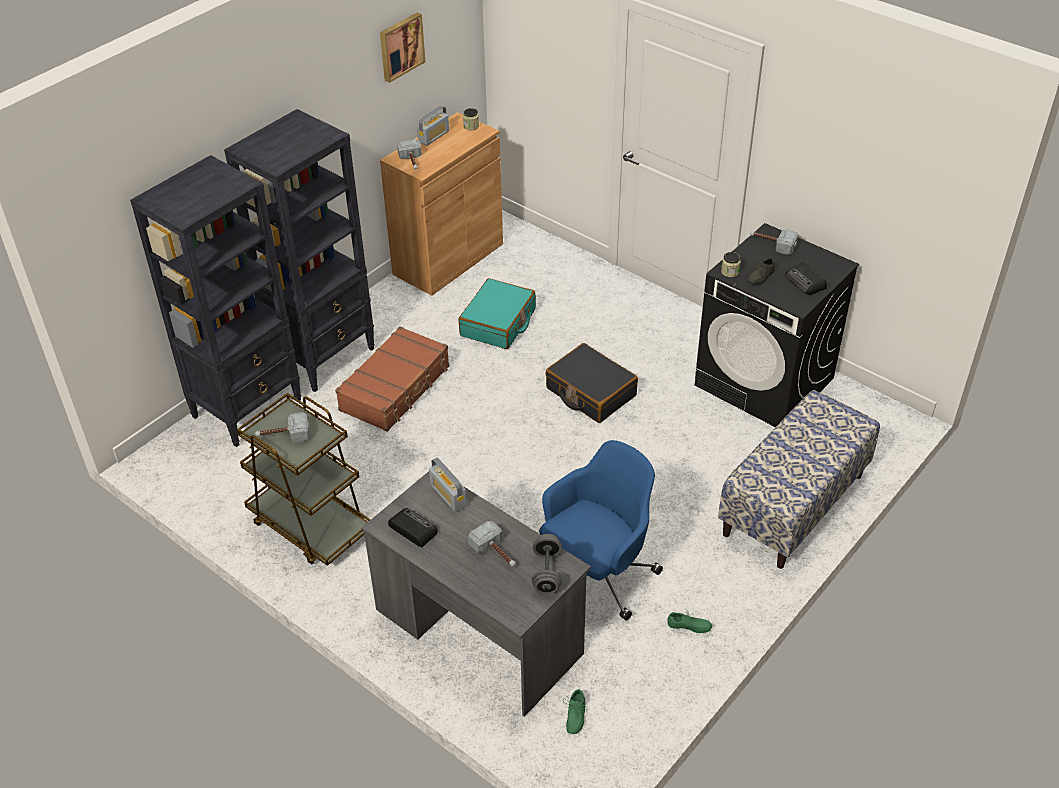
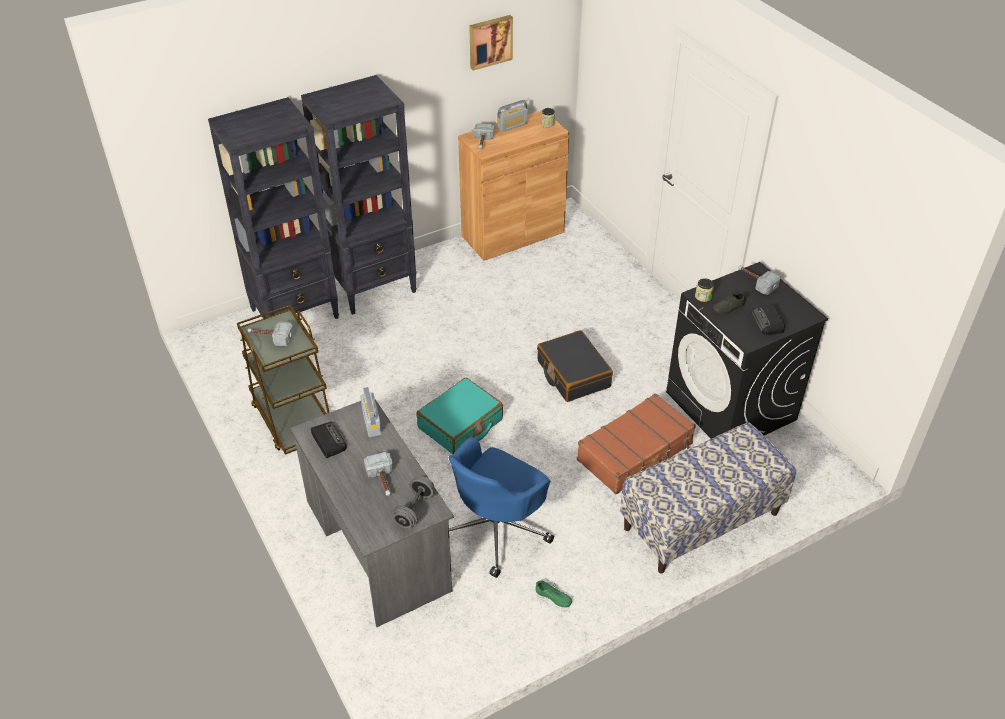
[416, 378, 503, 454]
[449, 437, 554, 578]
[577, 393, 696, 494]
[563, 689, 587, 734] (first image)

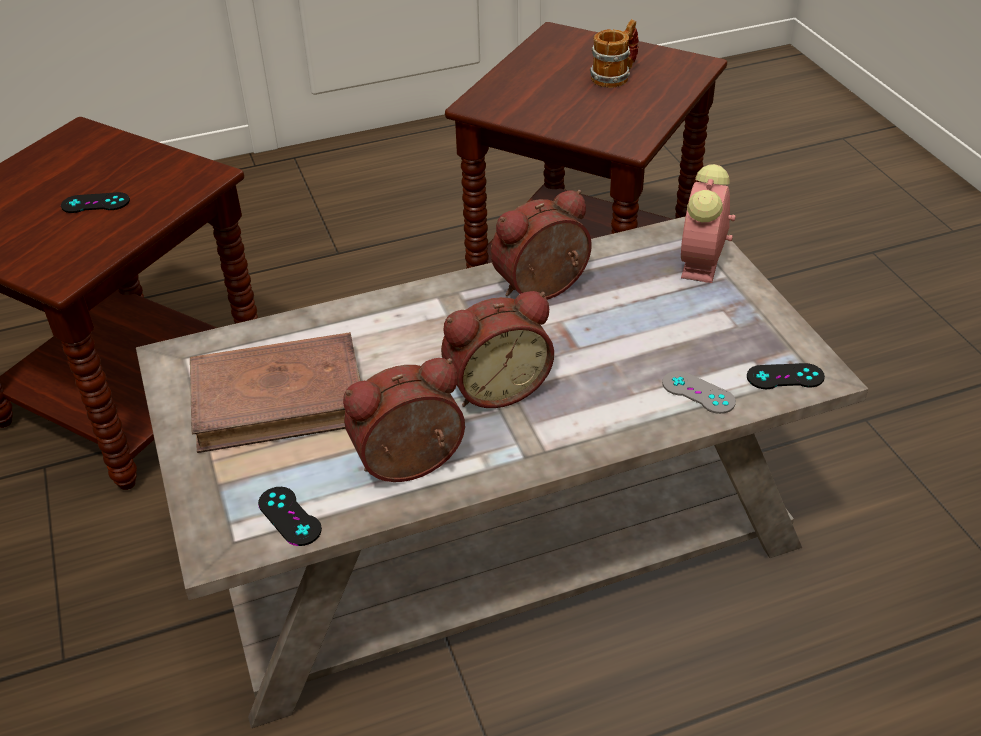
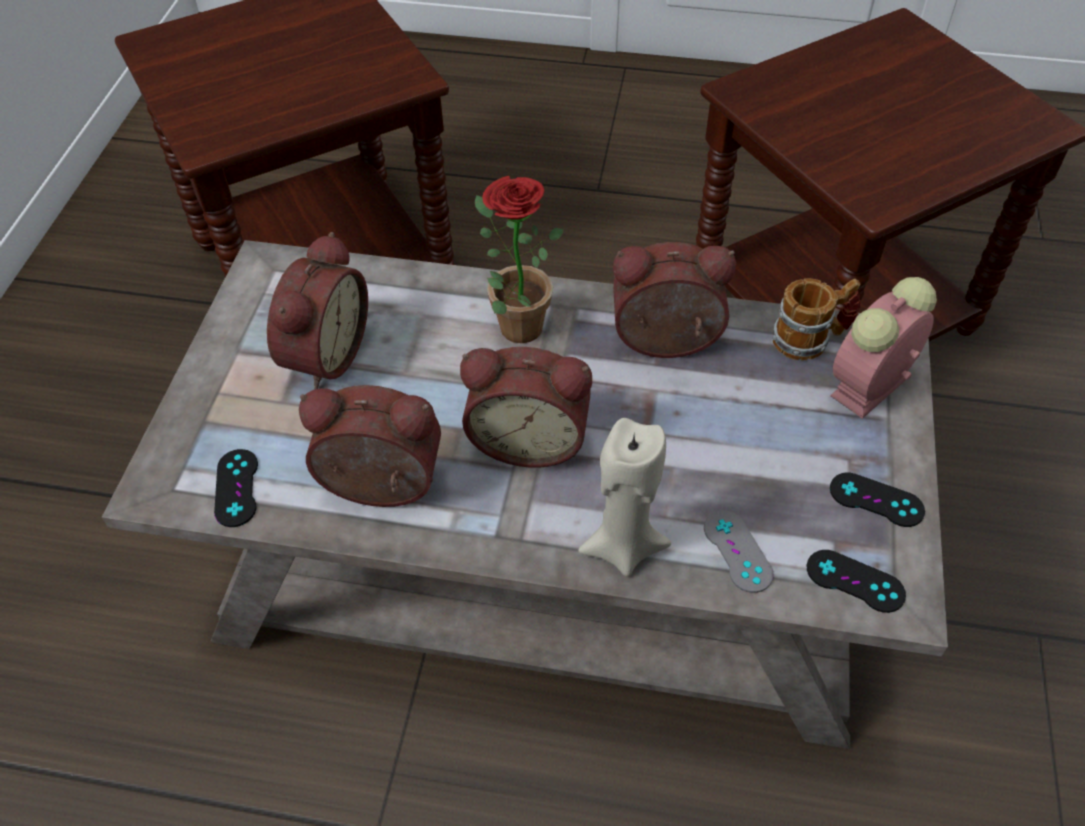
[267, 232, 368, 390]
[475, 176, 564, 343]
[578, 418, 671, 577]
[773, 278, 860, 361]
[830, 473, 925, 527]

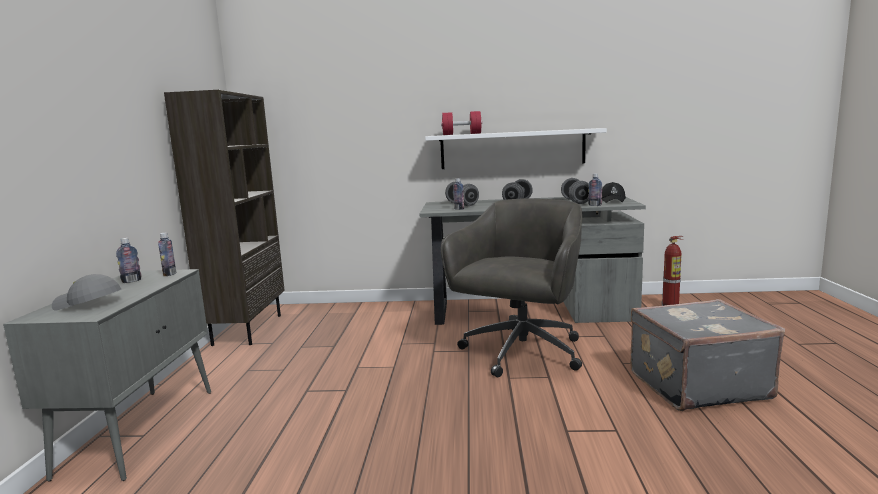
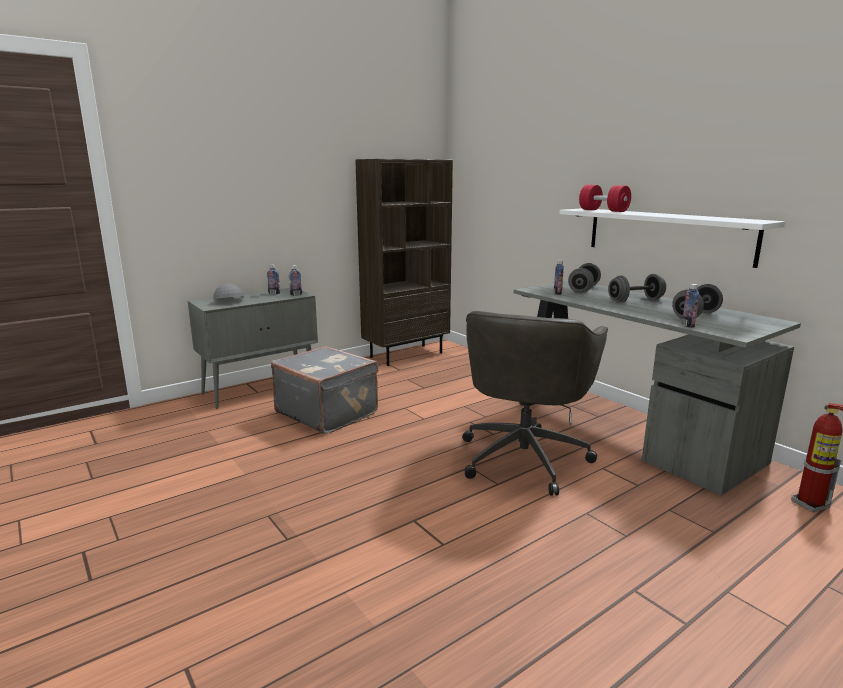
[271, 346, 379, 434]
[462, 311, 608, 496]
[602, 182, 626, 203] (first image)

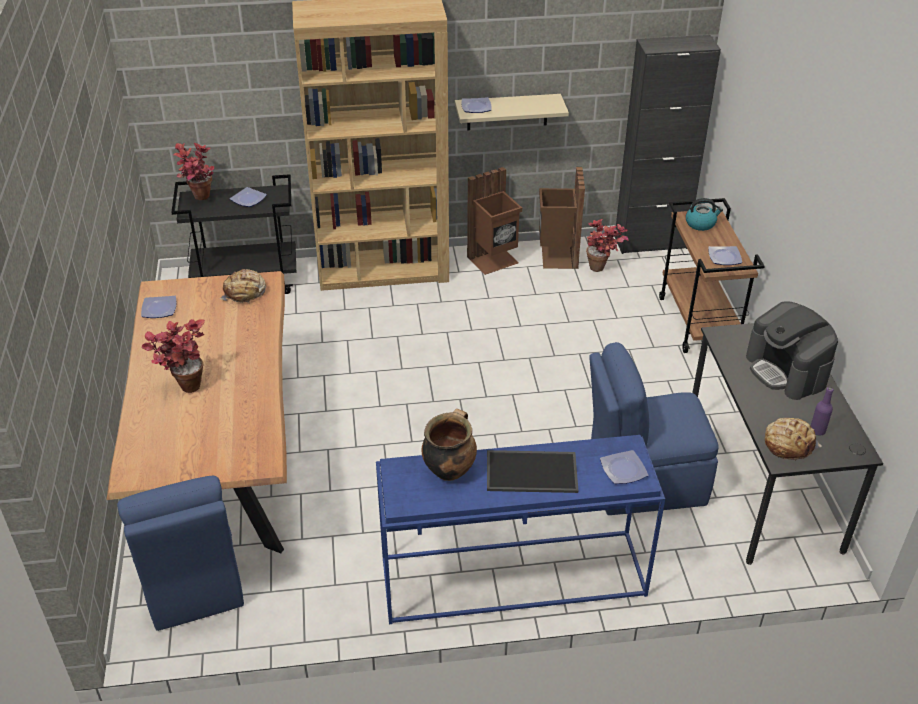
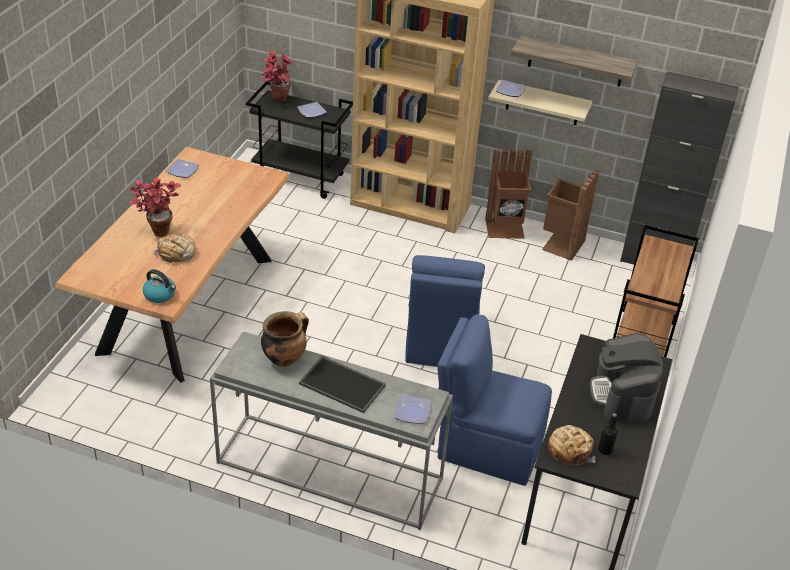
[143, 269, 176, 303]
[152, 233, 195, 264]
[210, 332, 453, 530]
[405, 255, 485, 367]
[511, 36, 638, 87]
[598, 413, 617, 455]
[586, 219, 629, 272] (first image)
[708, 246, 742, 265] (first image)

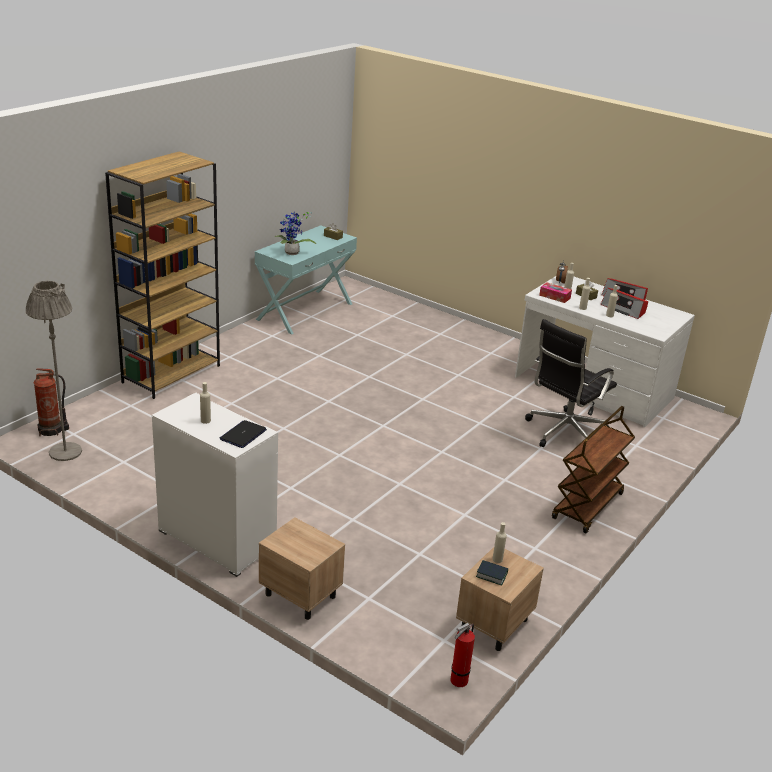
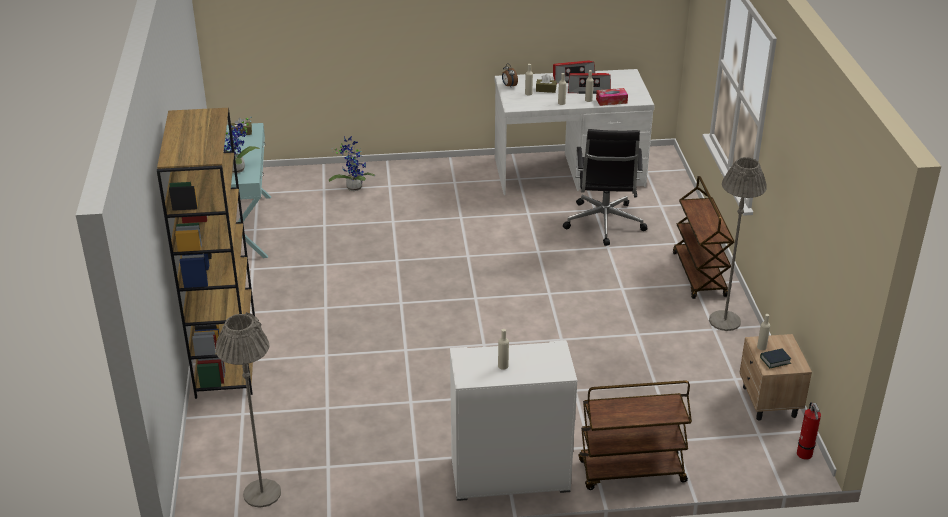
[329, 137, 375, 191]
[578, 380, 692, 490]
[596, 88, 628, 106]
[709, 157, 767, 331]
[33, 368, 69, 436] (first image)
[220, 420, 267, 448] (first image)

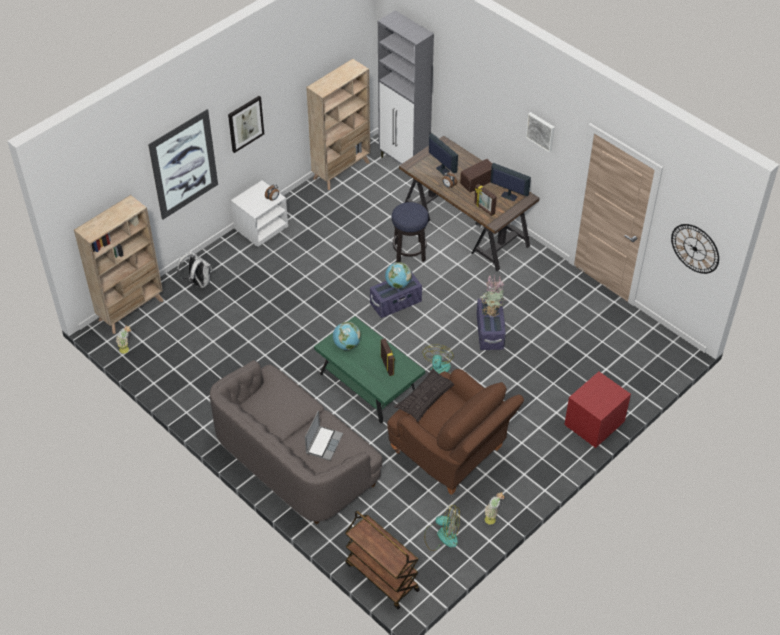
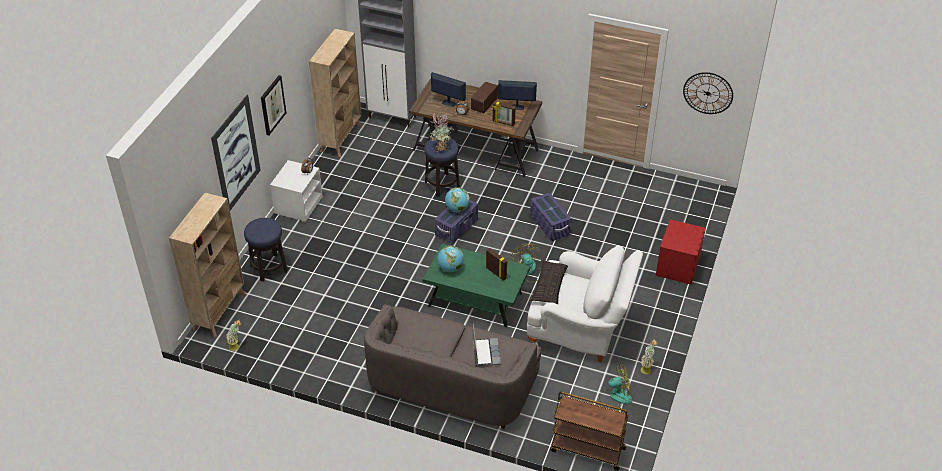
[244, 218, 288, 282]
[429, 112, 451, 151]
[527, 245, 643, 363]
[526, 112, 555, 153] (first image)

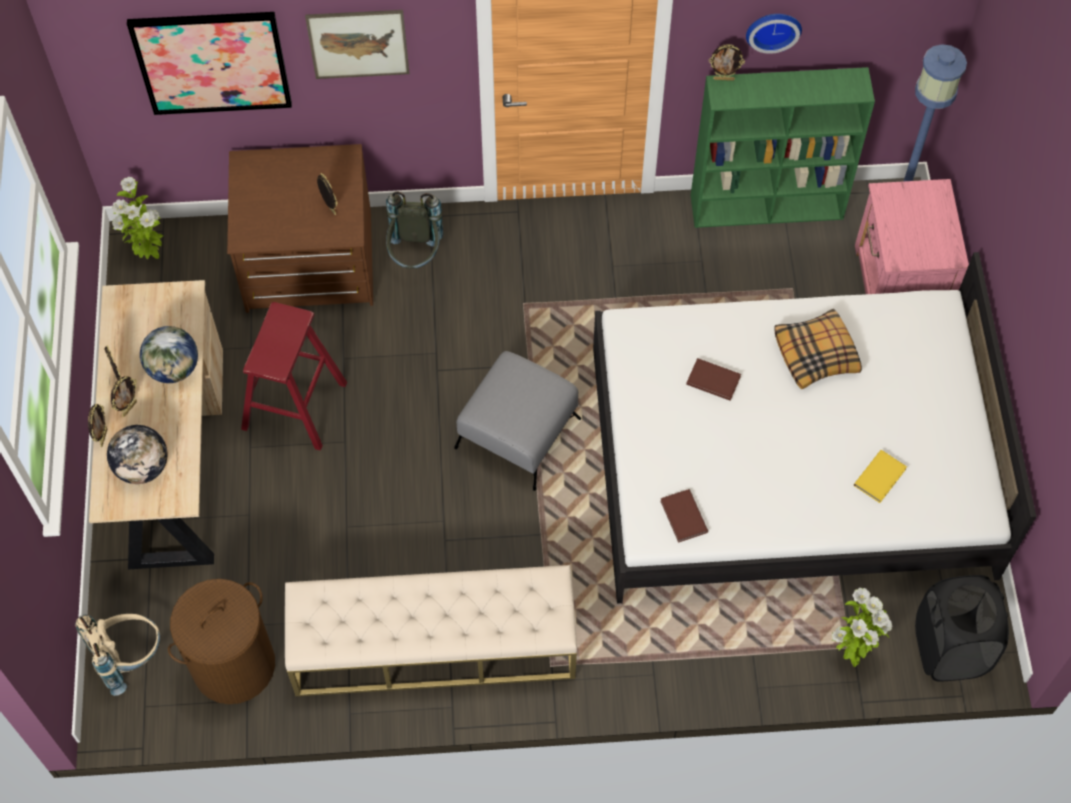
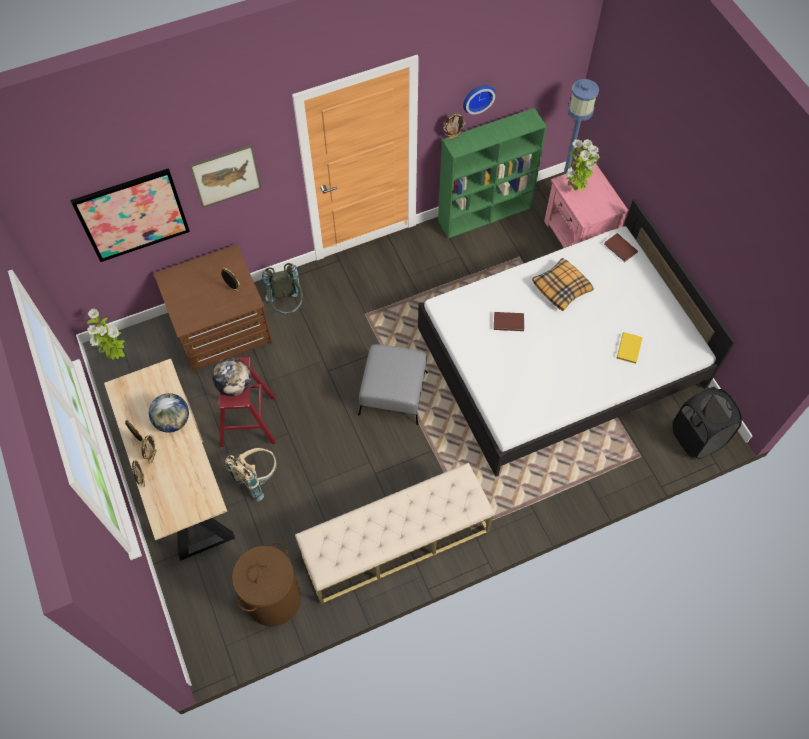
[212, 358, 251, 396]
[225, 448, 277, 501]
[566, 139, 600, 192]
[604, 233, 638, 262]

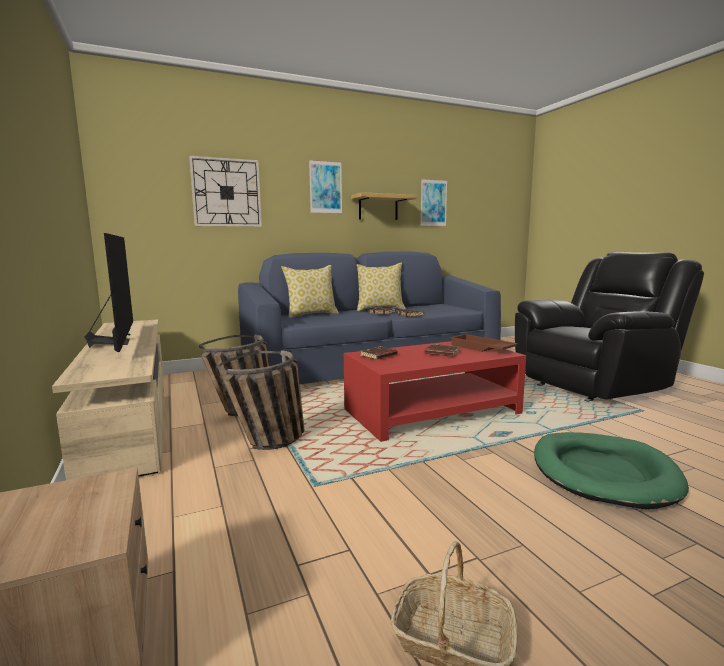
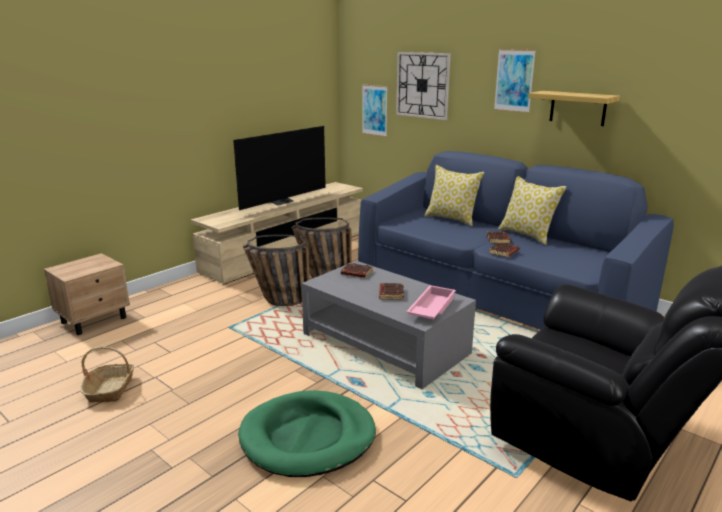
[301, 261, 476, 389]
[362, 85, 388, 137]
[406, 285, 456, 319]

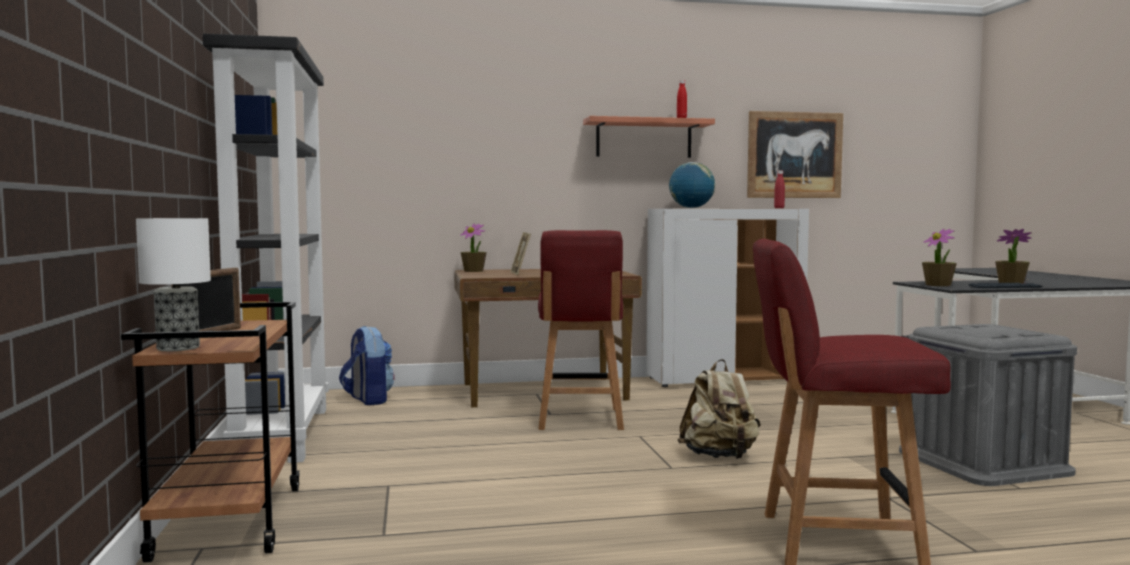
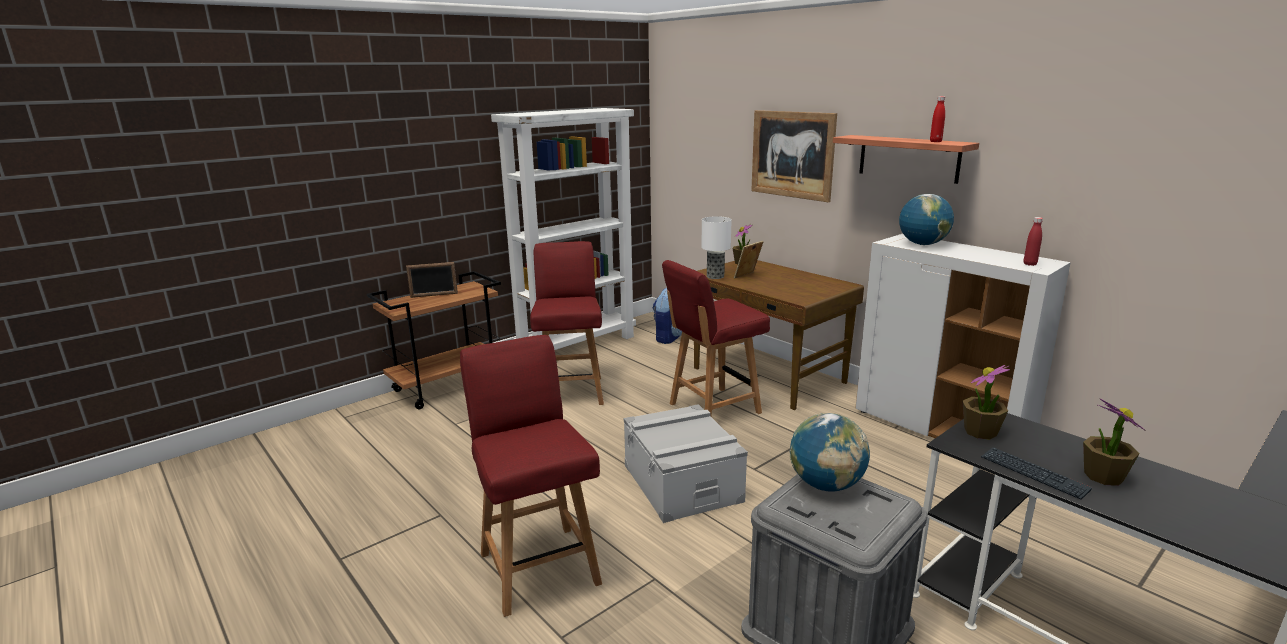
[491, 108, 636, 350]
[530, 241, 604, 405]
[624, 404, 748, 523]
[701, 216, 732, 279]
[751, 110, 837, 202]
[790, 413, 870, 492]

